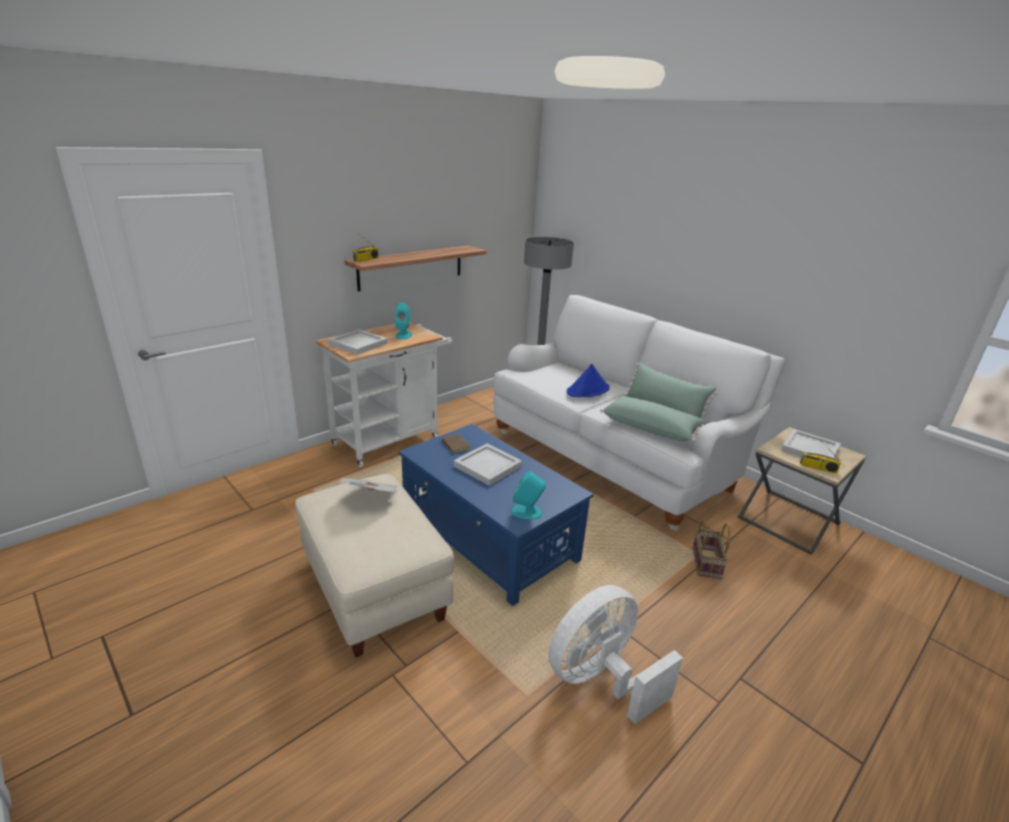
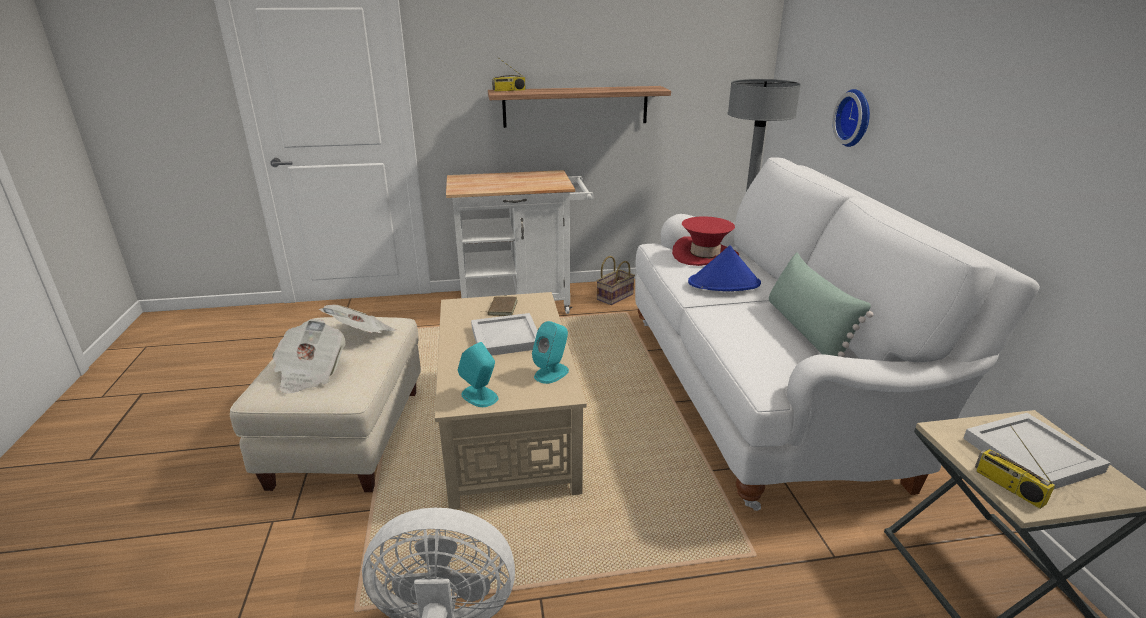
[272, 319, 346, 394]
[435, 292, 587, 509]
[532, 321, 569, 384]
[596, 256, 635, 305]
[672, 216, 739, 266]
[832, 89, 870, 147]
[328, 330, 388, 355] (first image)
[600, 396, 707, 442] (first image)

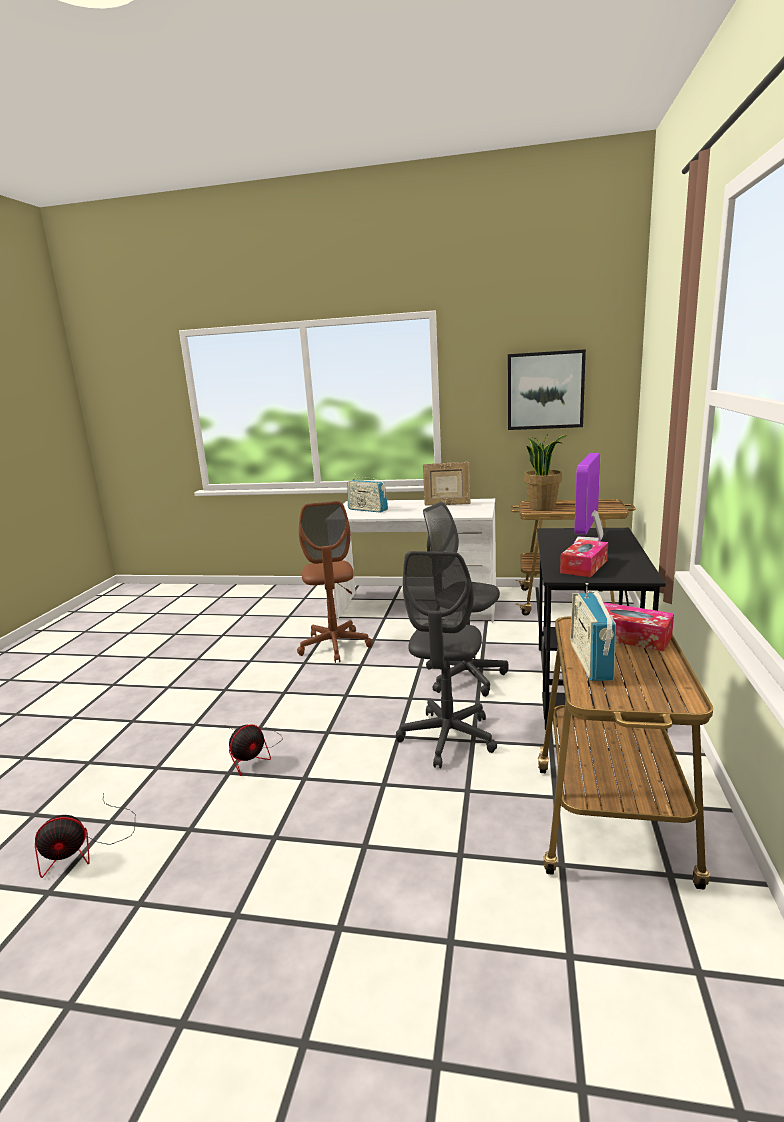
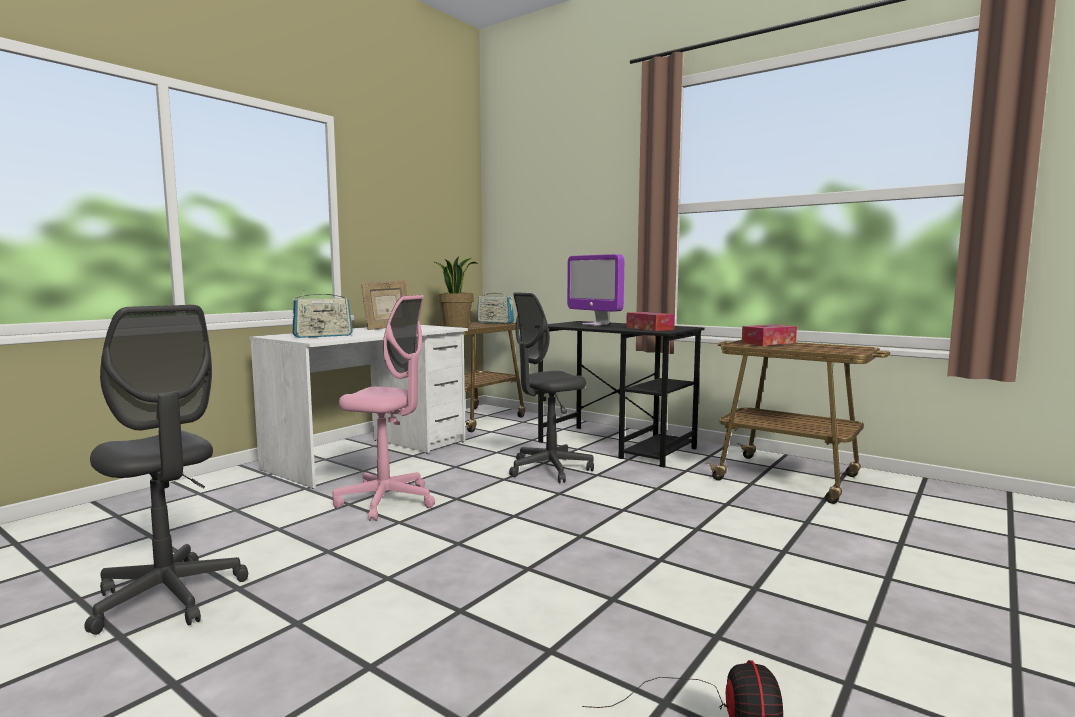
[84, 305, 248, 635]
[333, 295, 435, 521]
[477, 290, 514, 323]
[225, 724, 283, 776] (first image)
[508, 349, 586, 430] (first image)

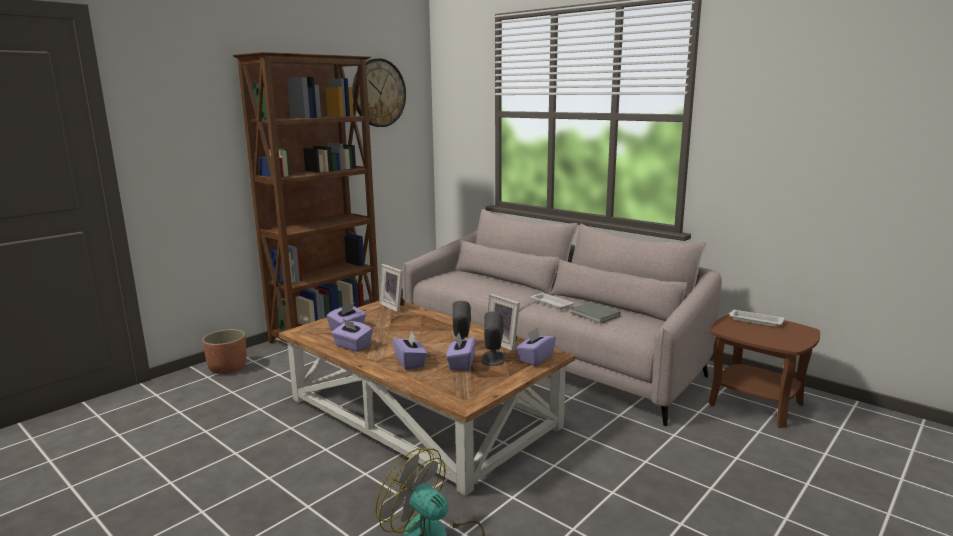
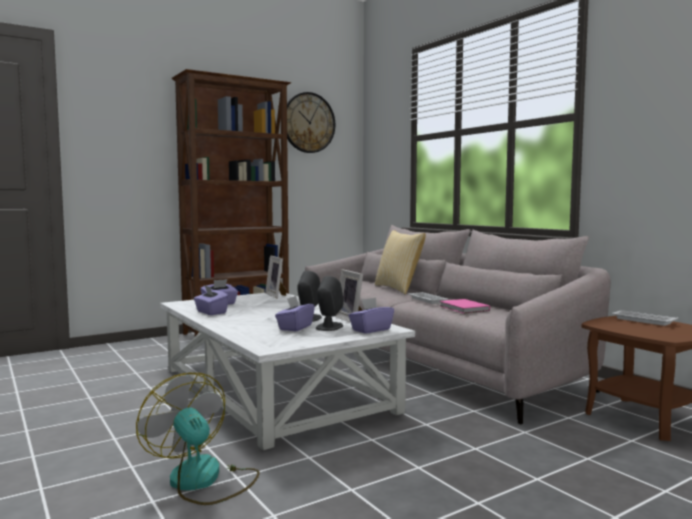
[160, 291, 415, 450]
[375, 230, 426, 294]
[440, 299, 490, 313]
[202, 329, 247, 374] (first image)
[393, 331, 427, 370] (first image)

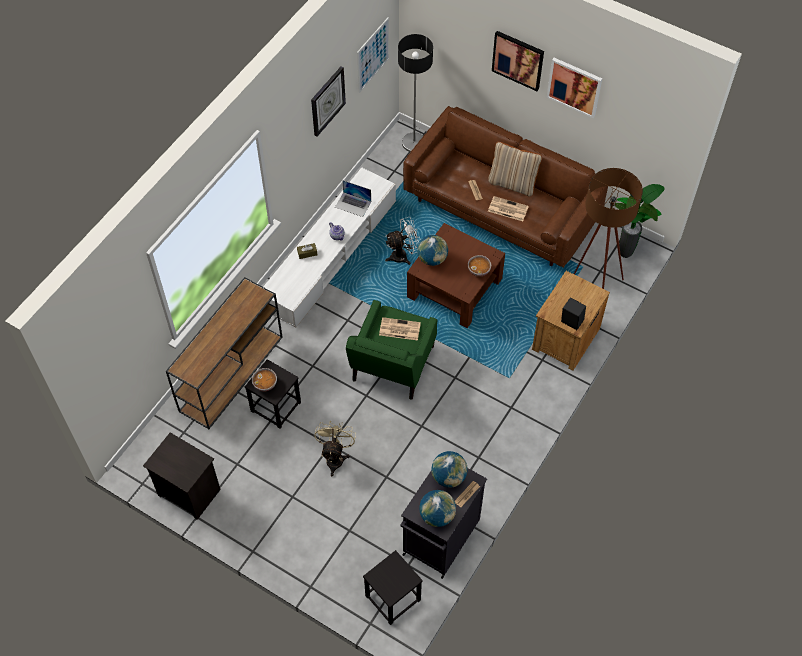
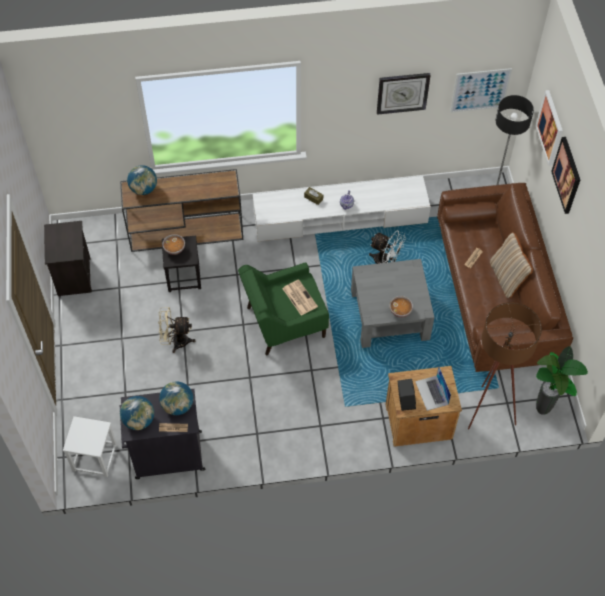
[63, 416, 117, 477]
[127, 165, 157, 195]
[158, 307, 195, 353]
[351, 259, 435, 348]
[415, 366, 451, 411]
[536, 90, 563, 166]
[488, 196, 529, 221] (first image)

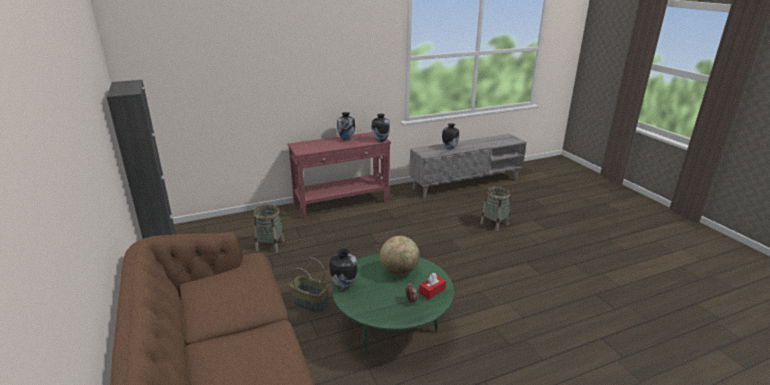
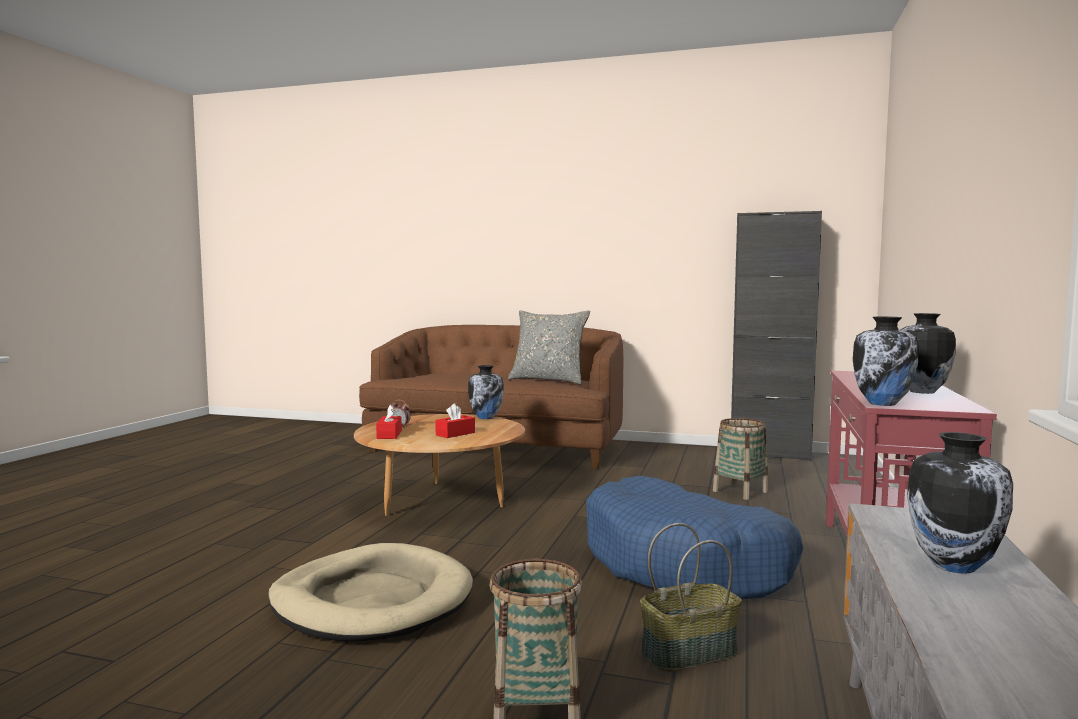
[268, 543, 473, 642]
[354, 414, 525, 516]
[435, 403, 475, 438]
[508, 310, 590, 384]
[586, 476, 803, 599]
[640, 523, 742, 672]

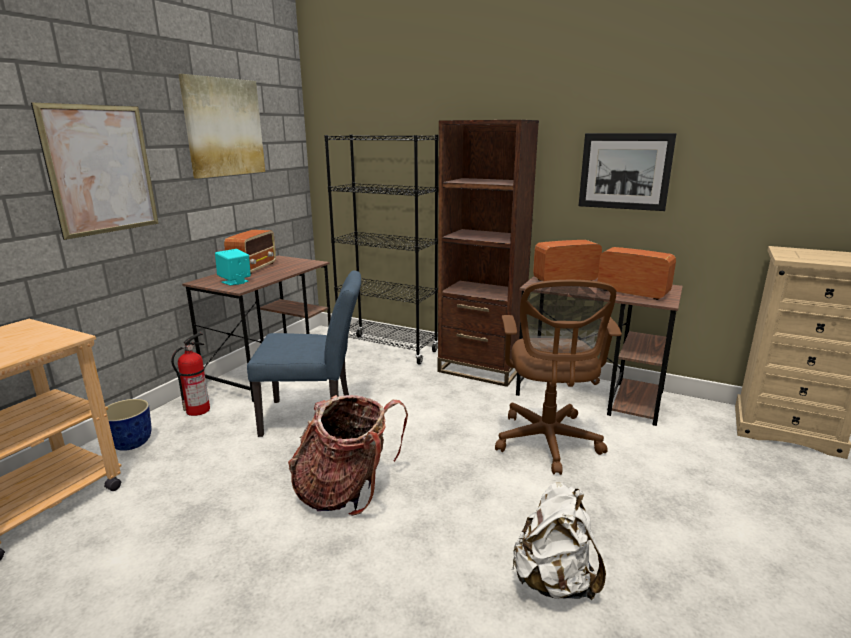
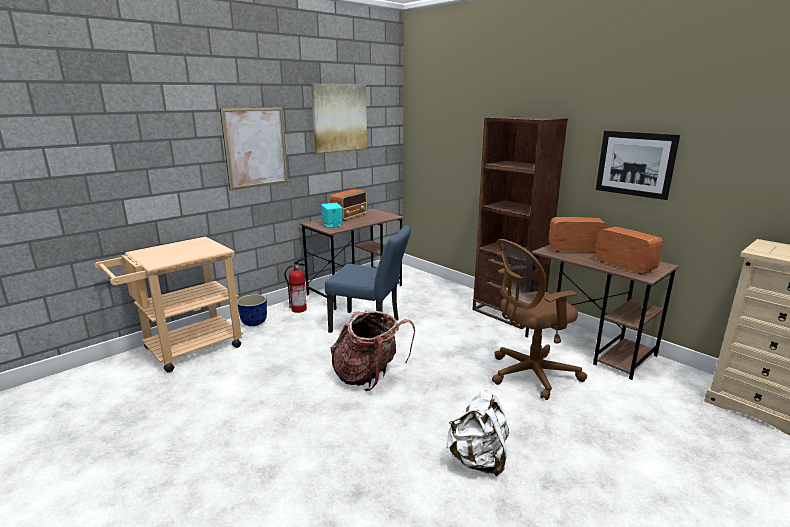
[492, 239, 587, 400]
[324, 135, 438, 365] (first image)

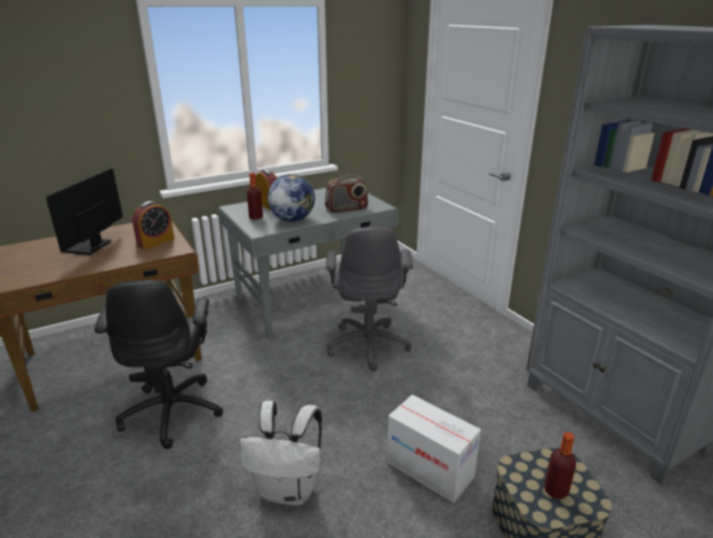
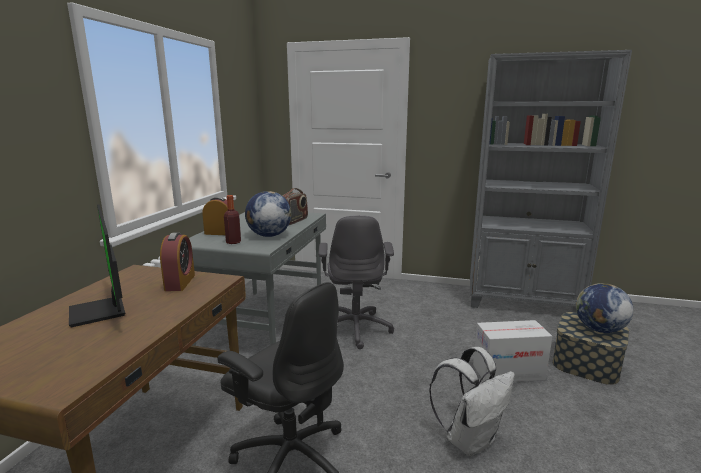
[318, 215, 394, 349]
[576, 283, 633, 333]

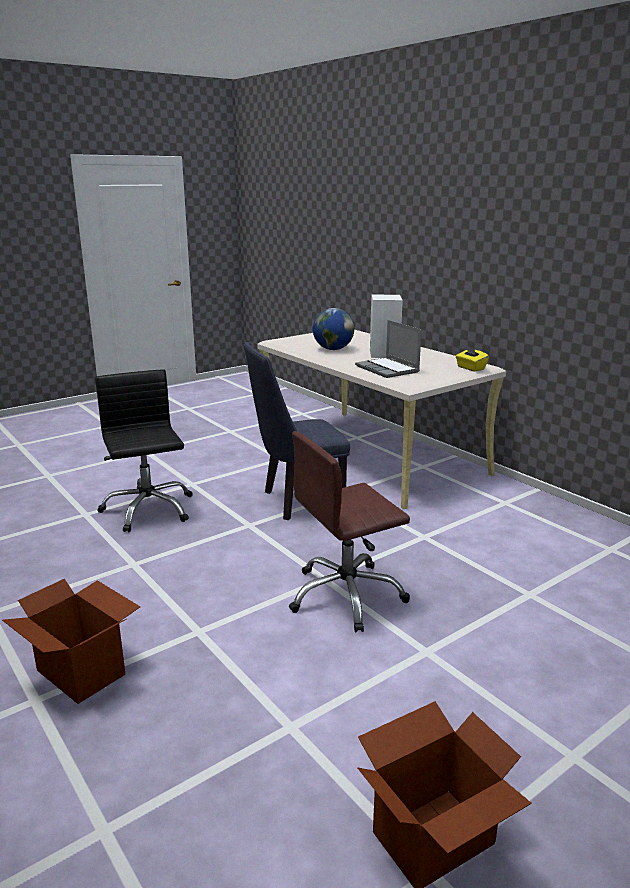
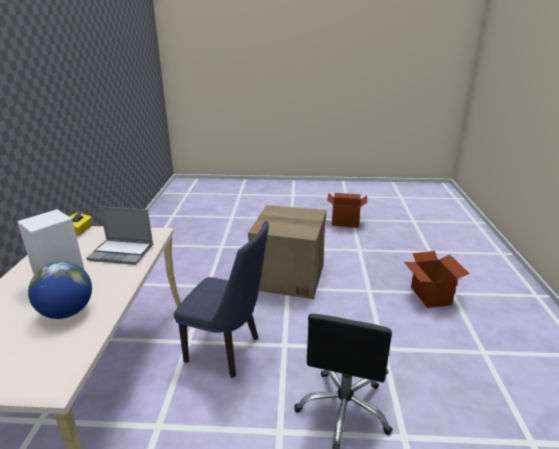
[86, 206, 153, 265]
[248, 205, 327, 299]

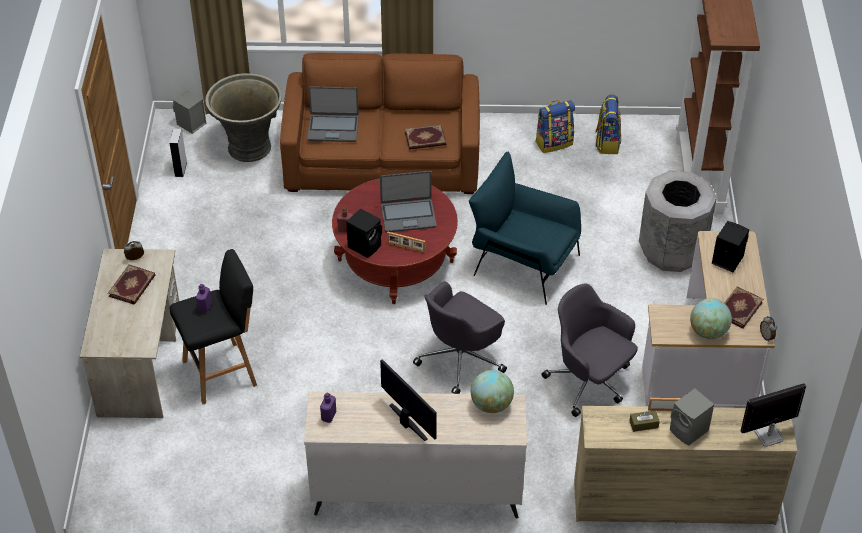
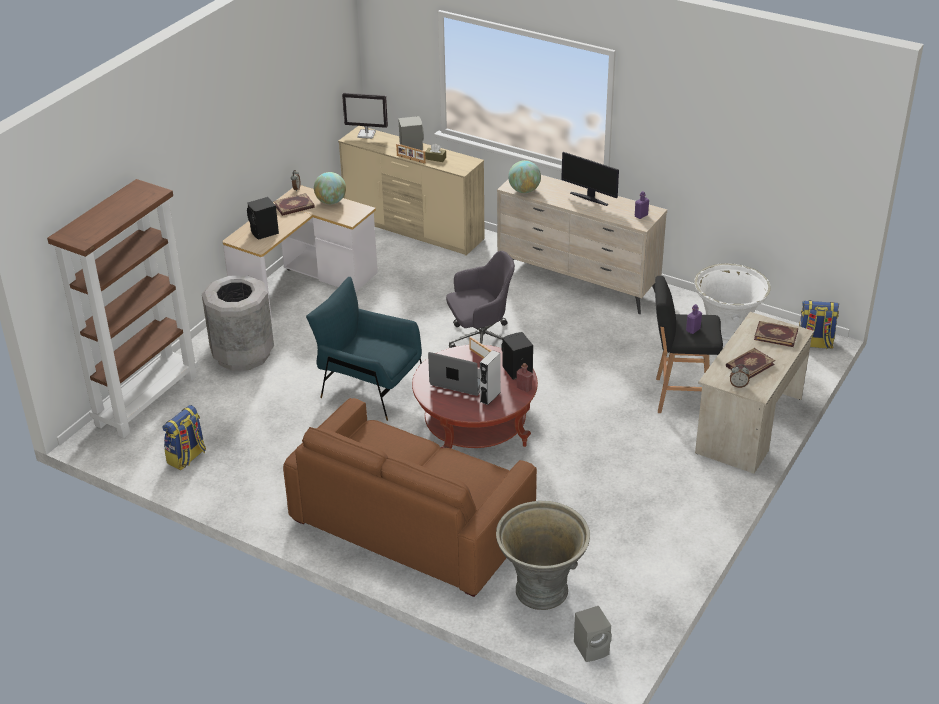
[306, 277, 422, 421]
[480, 350, 501, 405]
[561, 152, 619, 206]
[694, 263, 771, 348]
[754, 321, 798, 347]
[799, 301, 839, 349]
[307, 86, 359, 142] (first image)
[542, 284, 638, 417] (first image)

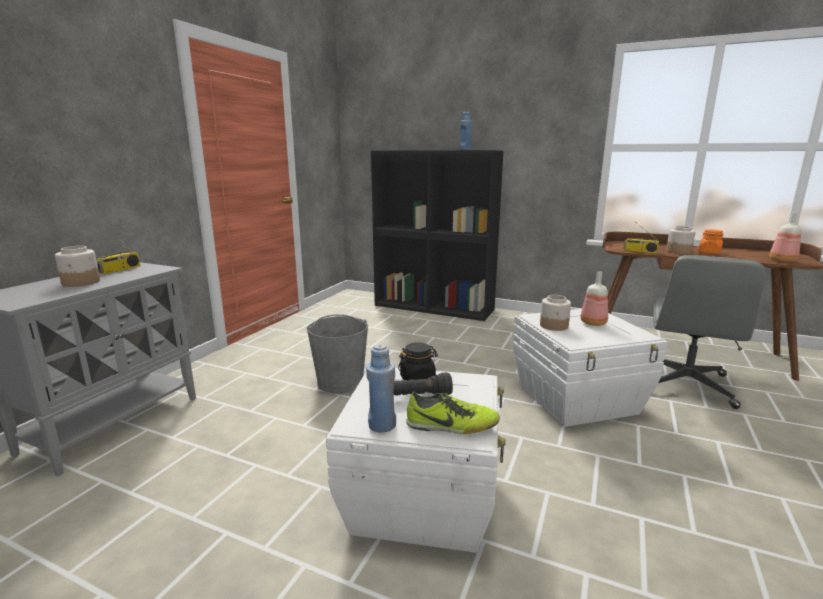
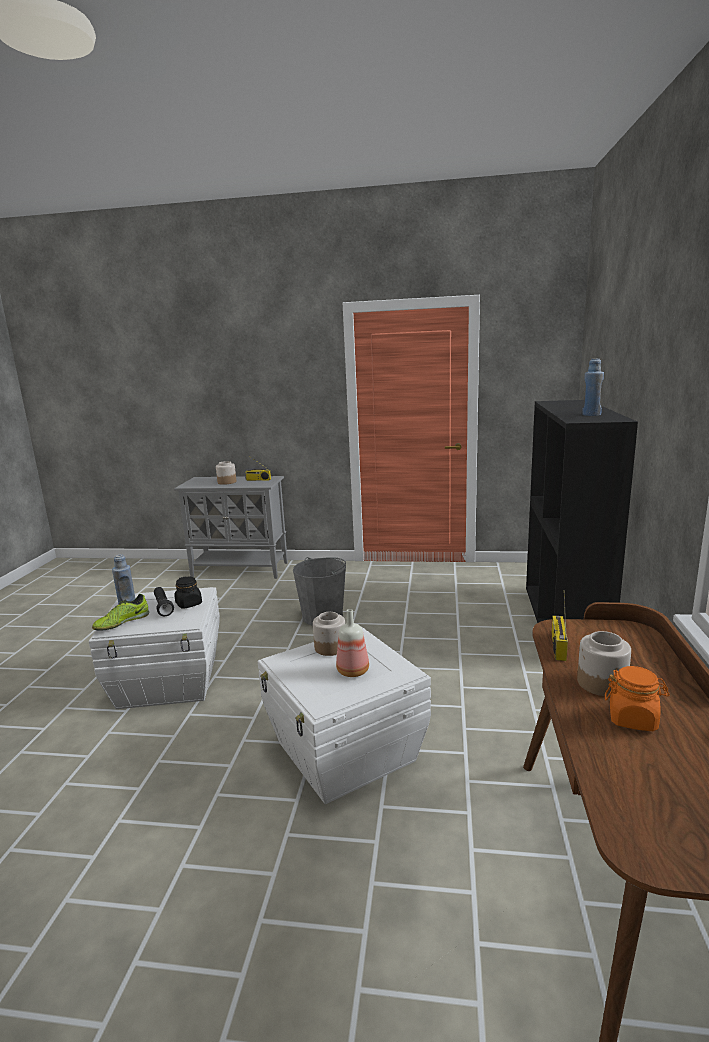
[92, 594, 149, 631]
[653, 255, 765, 409] (first image)
[769, 212, 802, 262] (first image)

